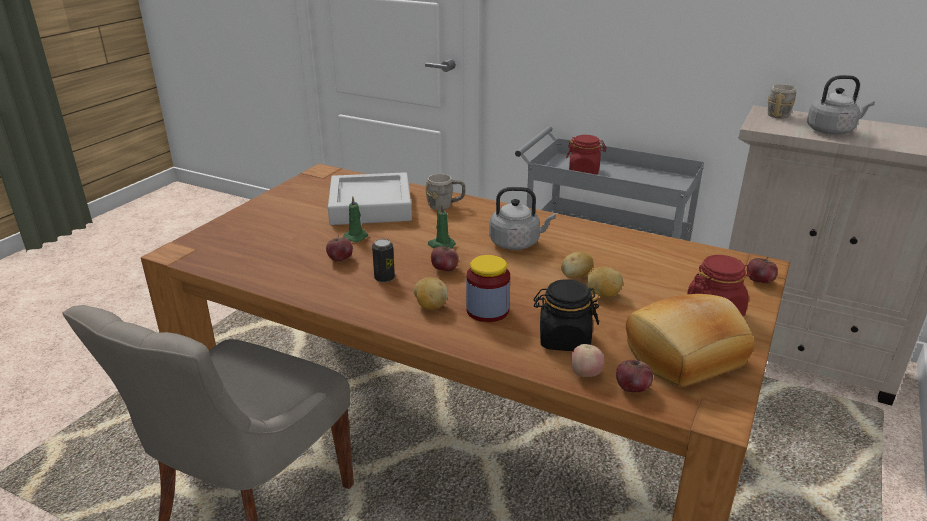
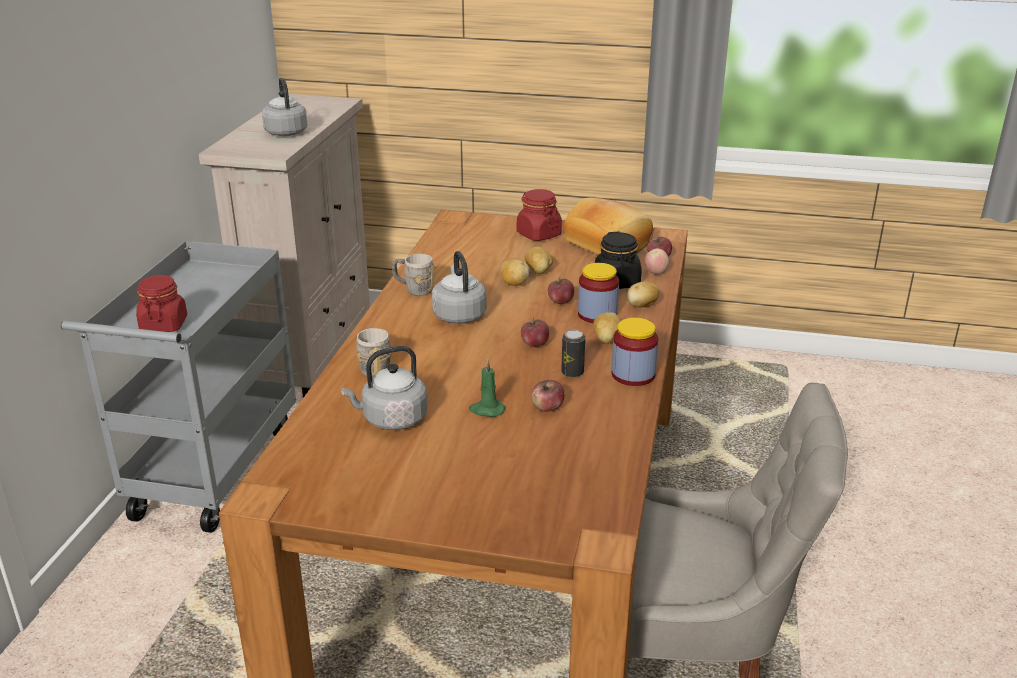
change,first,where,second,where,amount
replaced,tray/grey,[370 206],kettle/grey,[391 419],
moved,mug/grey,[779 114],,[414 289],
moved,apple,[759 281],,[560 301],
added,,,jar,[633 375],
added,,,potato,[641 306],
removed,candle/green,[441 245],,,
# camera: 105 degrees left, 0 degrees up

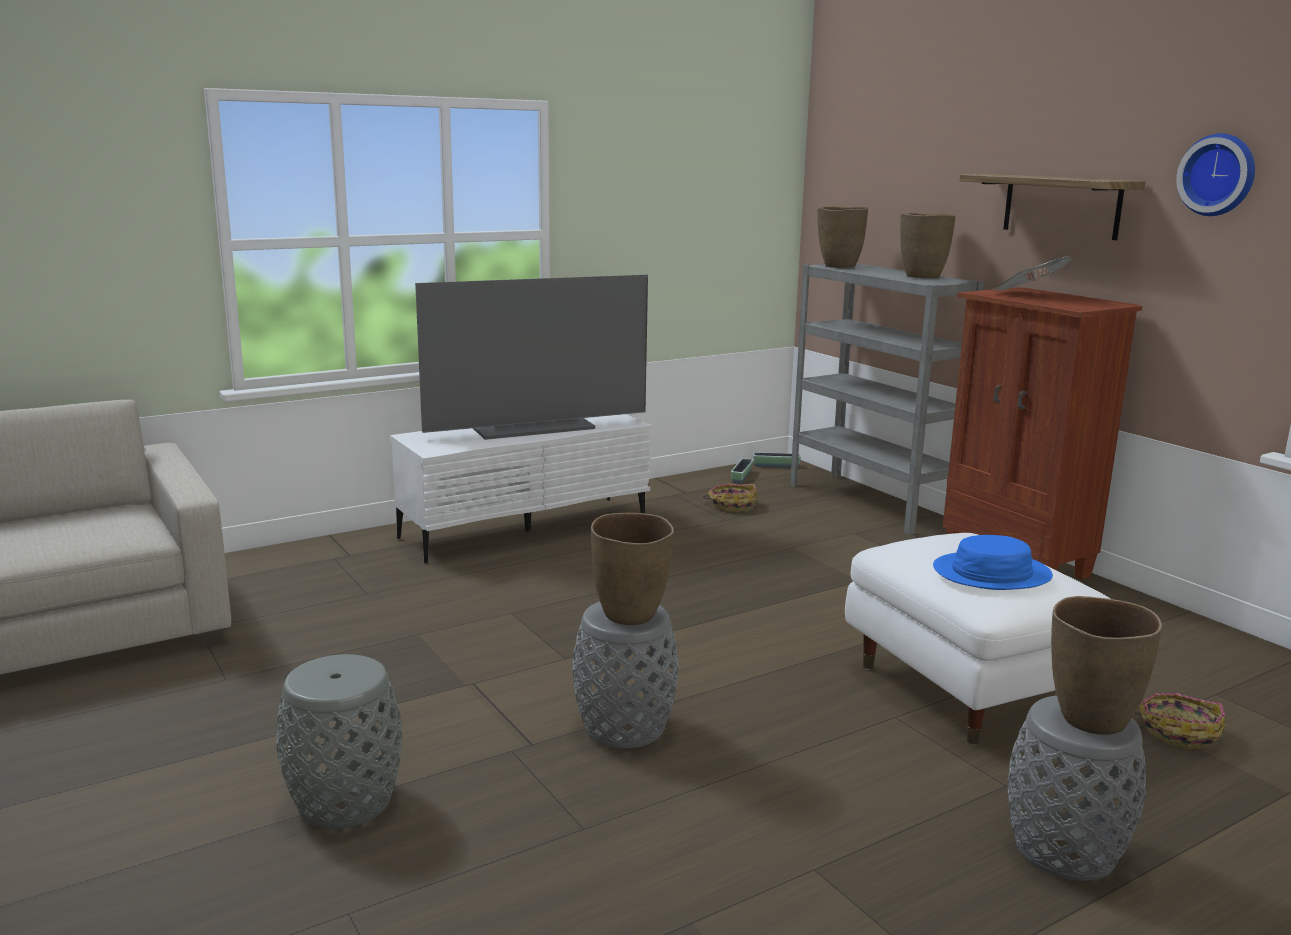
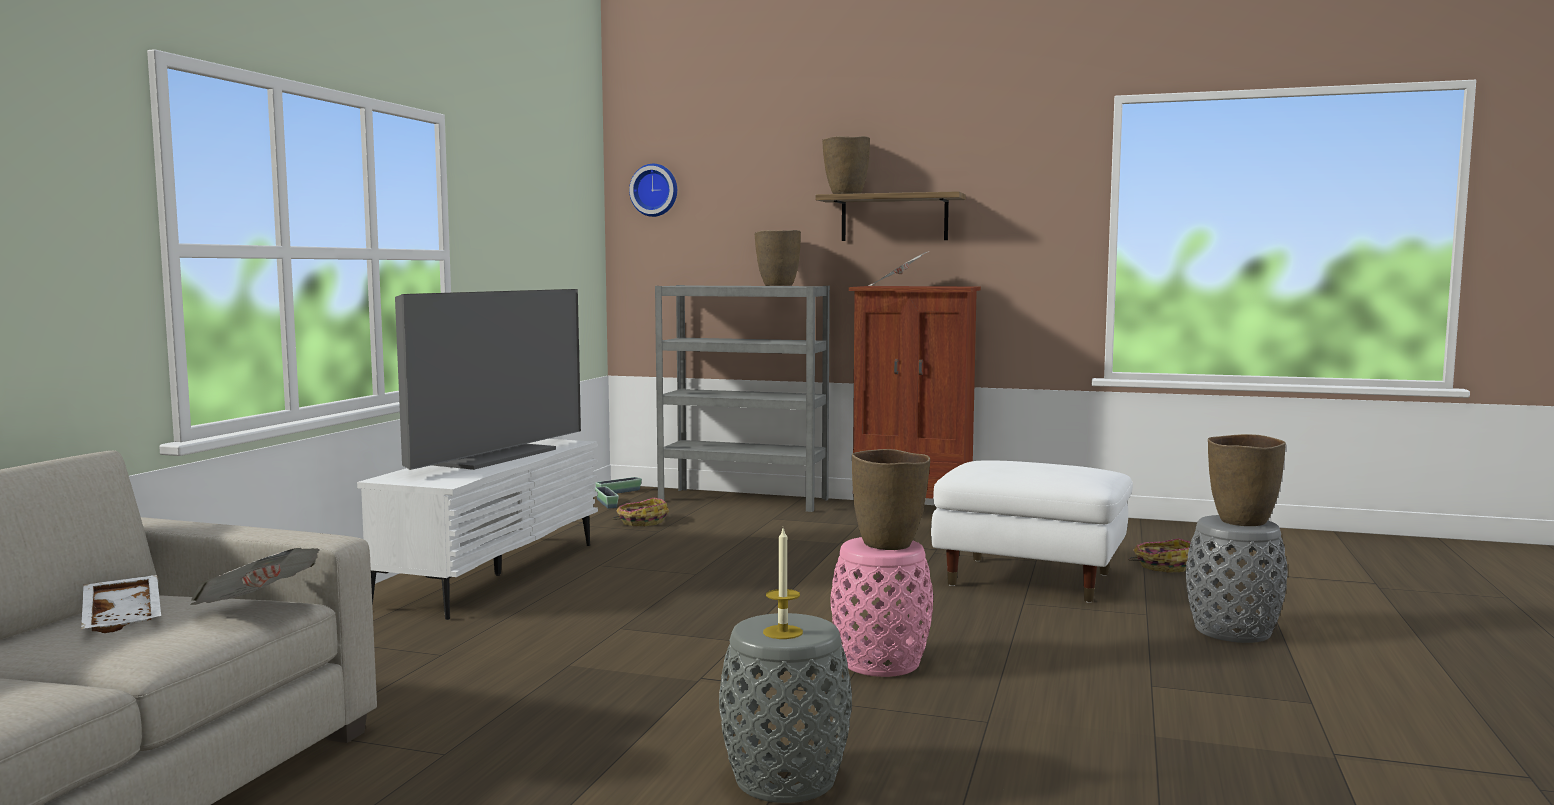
change,first,where,second,where,amount
added,,,tray/white,[125 616],
added,,,newspaper,[257 609],
moved,wall clock,[1219 175],,[655 190],
added,,,candle,[783 632],
moved,vase/brown,[839 266],,[846 194],
recoloured,stool/grey,[625 728],stool/pink,[881 663],
removed,hat/blue,[991 573],,,
# camera: 40 degrees left, 10 degrees down

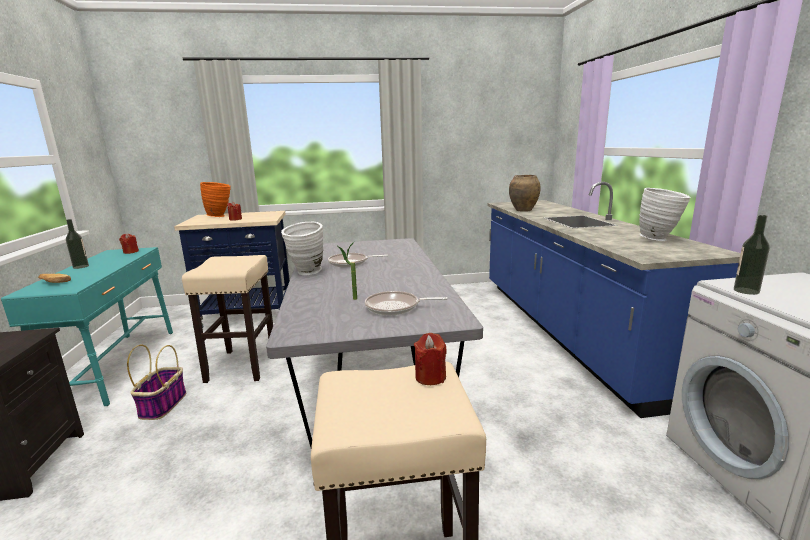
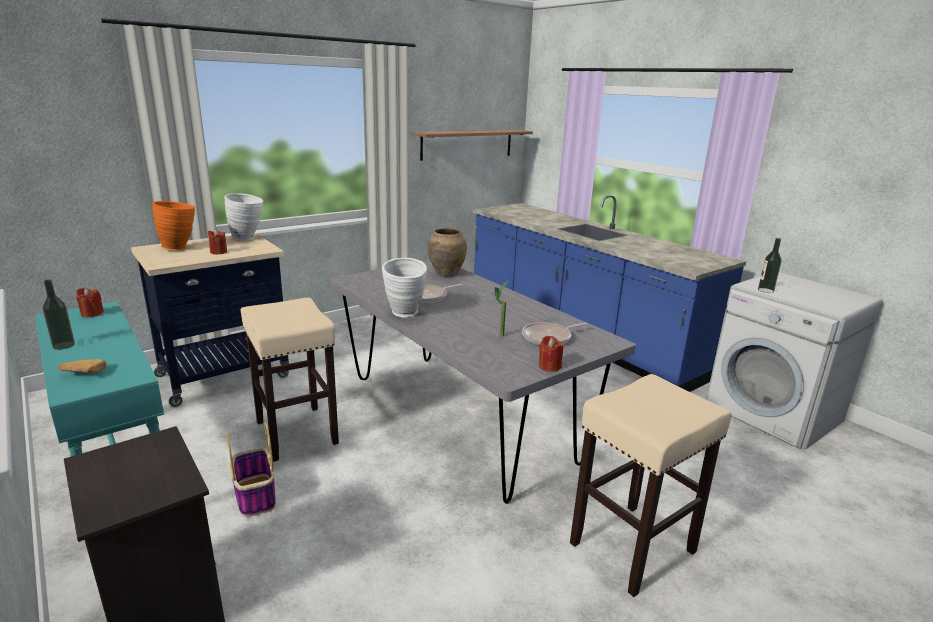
change,first,where,second,where,amount
moved,vase/white,[659 239],,[248 239],
added,,,shelf,[467 144],
moved,vase/brown,[523 210],,[447 274],
moved,candle/red,[430 377],,[549 366],
# camera: 30 degrees left, 5 degrees up

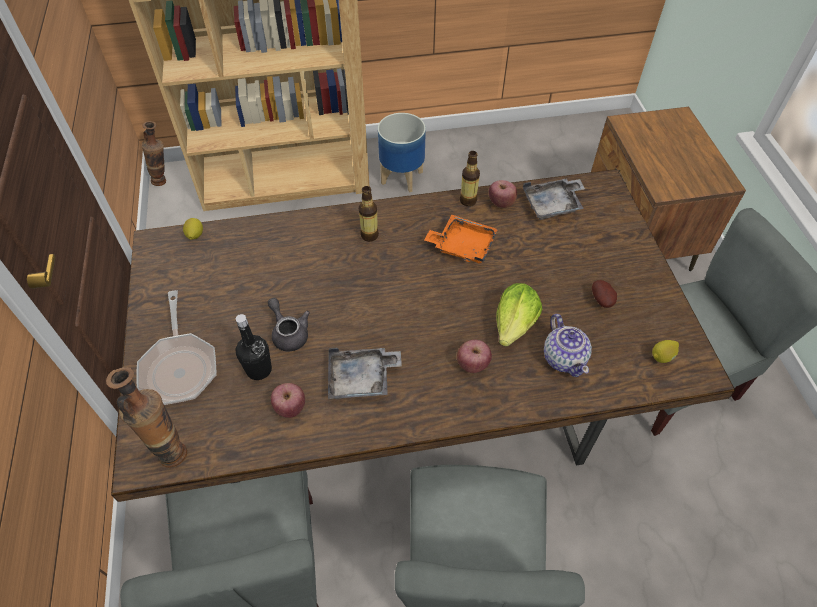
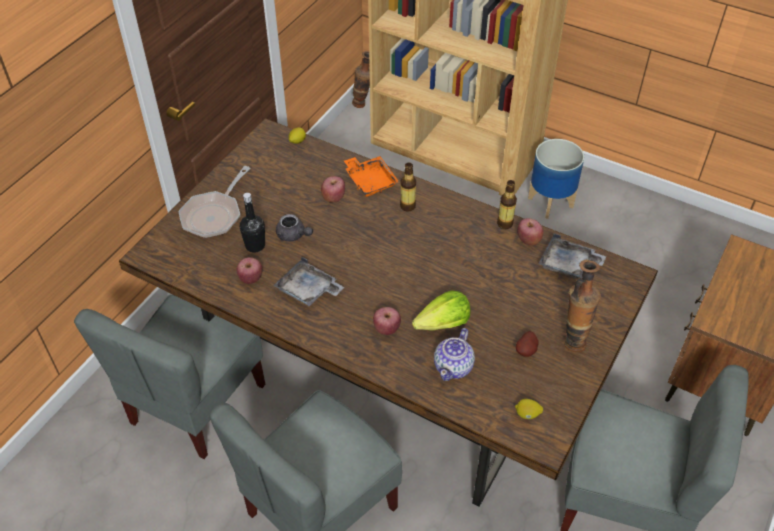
change,first,where,second,where,amount
turned,teapot/grey,[289 333],,[293 235],120 degrees clockwise
added,,,apple,[333 197],
moved,tray/orange,[462 245],,[370 181],
moved,vase,[169 449],,[573 339],
# camera: 40 degrees right, 5 degrees down

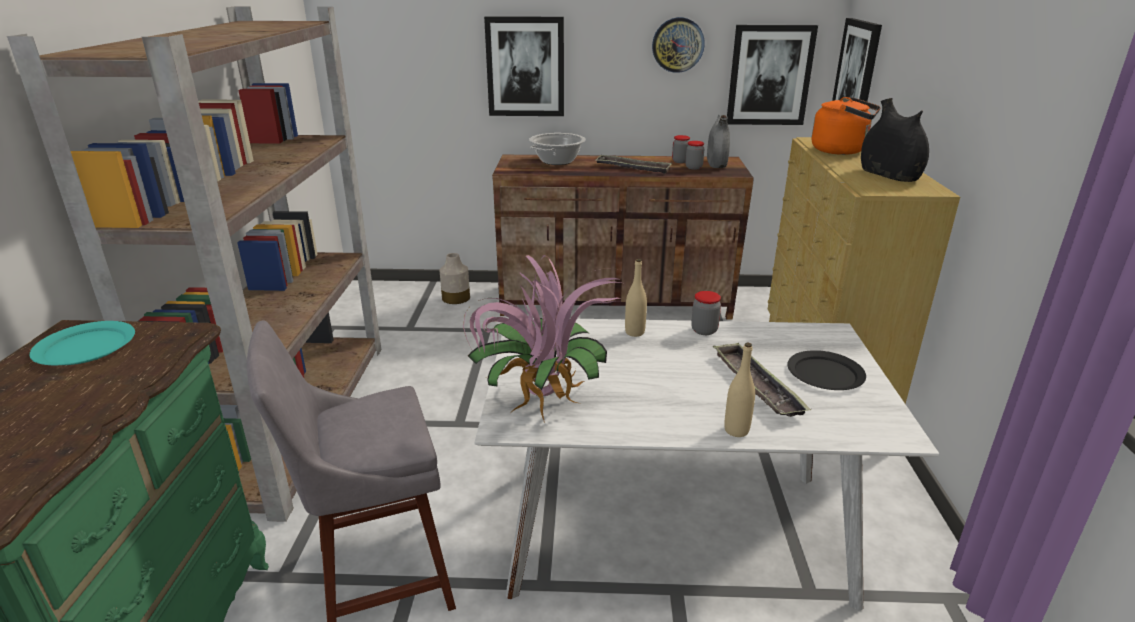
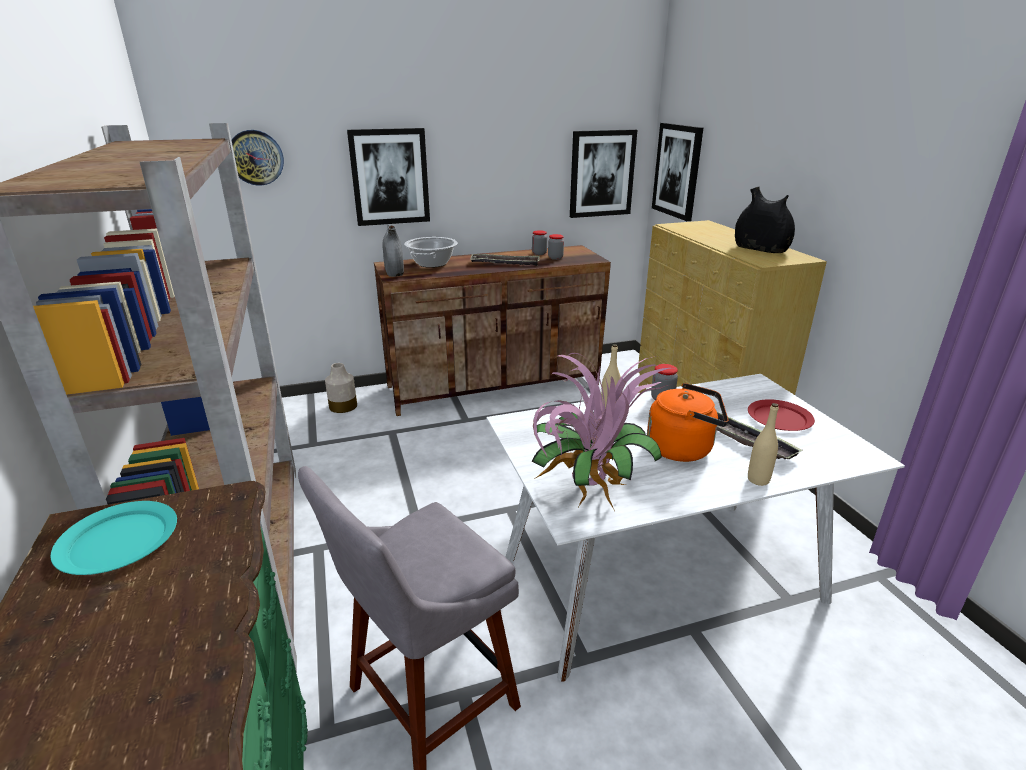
change,first,where,second,where,amount
moved,wall clock,[678 45],,[256 157],
moved,vase/grey,[716 164],,[394 272],
moved,kettle/orange,[841 151],,[683 448],
recoloured,plate/black,[825 373],plate/red,[779 418],
# camera: 20 degrees left, 0 degrees up

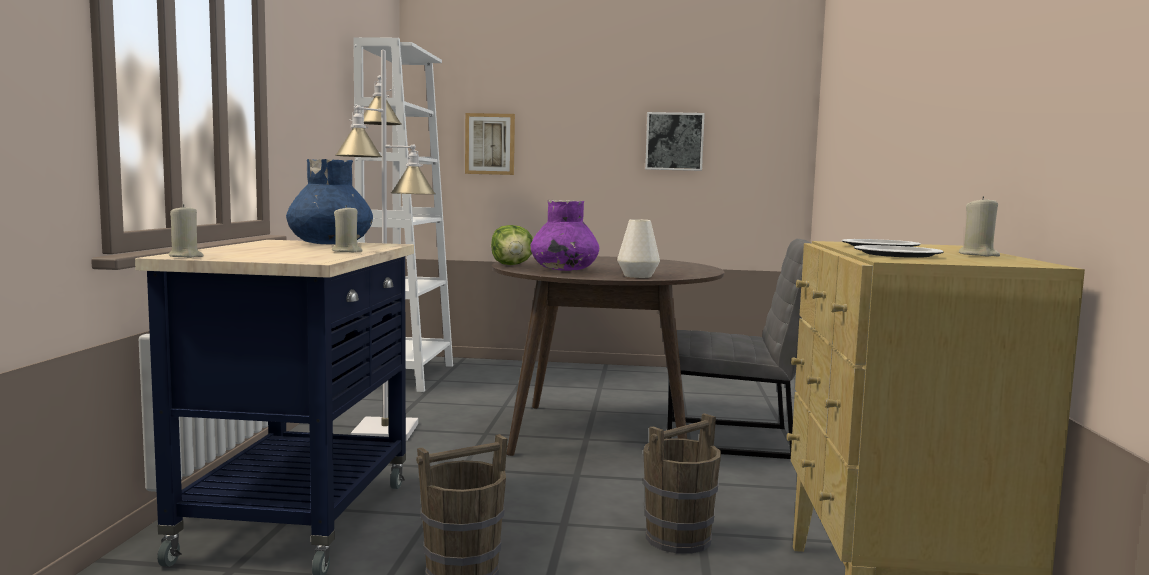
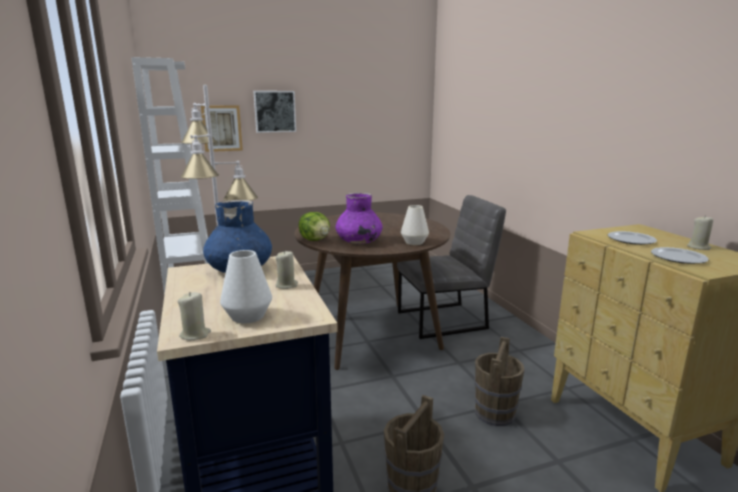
change,first,where,second,where,amount
added,,,vase/white,[247 316],
moved,picture,[674 141],,[274 111],
# camera: 25 degrees left, 10 degrees up

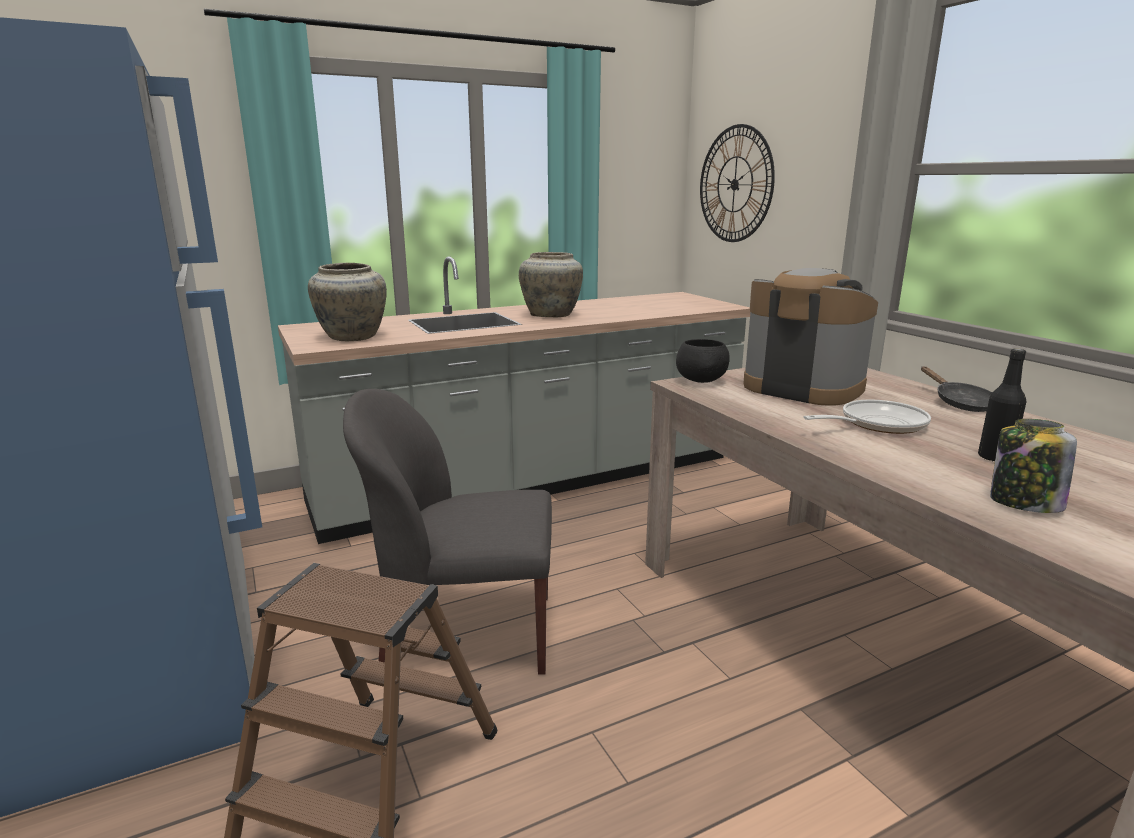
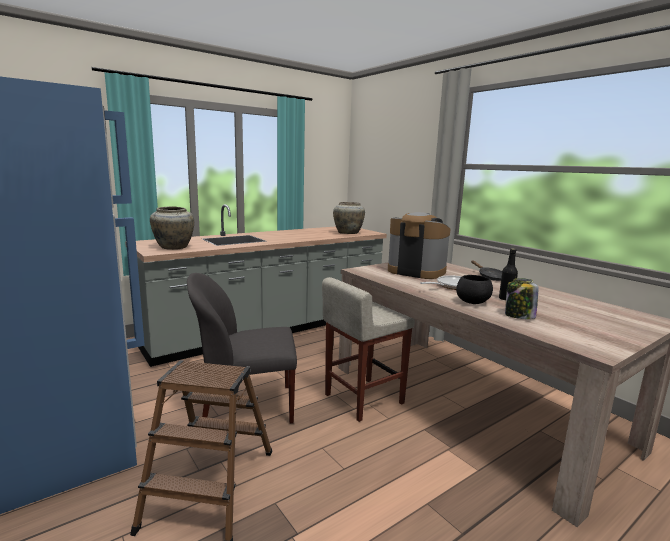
change,first,where,second,where,amount
added,,,stool/beige,[363 399],
moved,vase/beige,[552 315],,[348 233],
moved,bowl/black,[701 381],,[473 303],
removed,wall clock,[735 184],,,
# camera: 10 degrees left, 5 degrees down

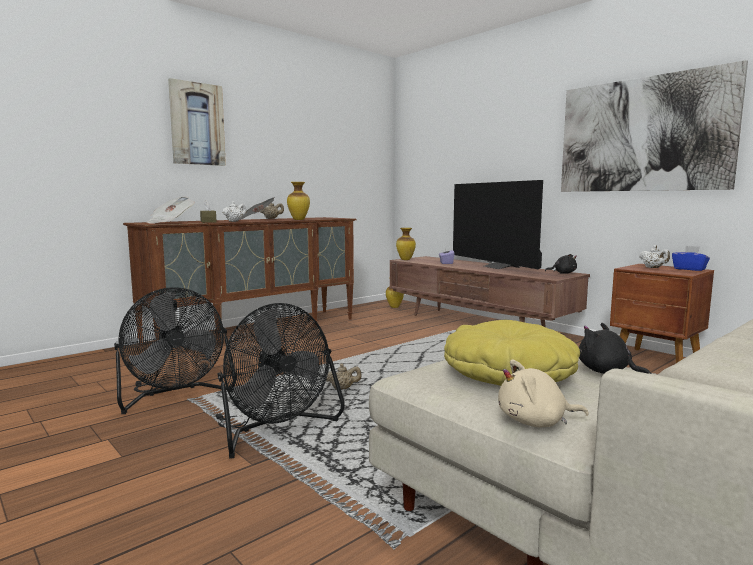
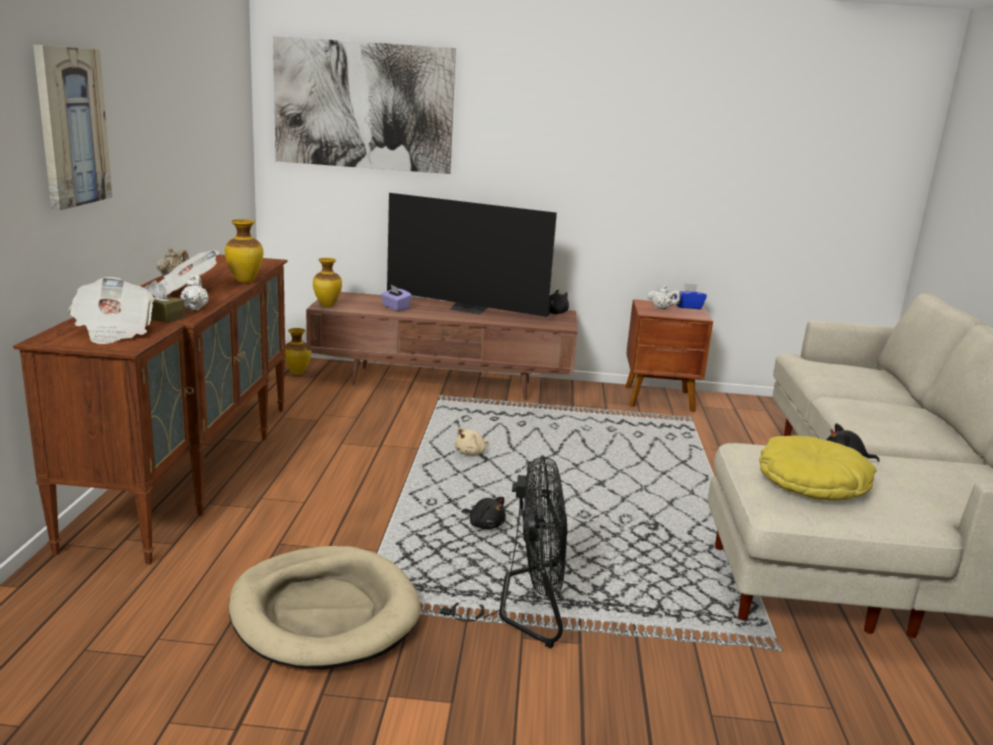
change,first,where,second,where,amount
replaced,fan/black,[171 396],dog bed/beige,[324 612],
moved,picture,[643 135],,[364 106],
moved,plush toy/beige,[535 422],,[471 453],
replaced,teapot/beige,[342 388],plush toy/black,[485 525],
# camera: 45 degrees left, 10 degrees up

